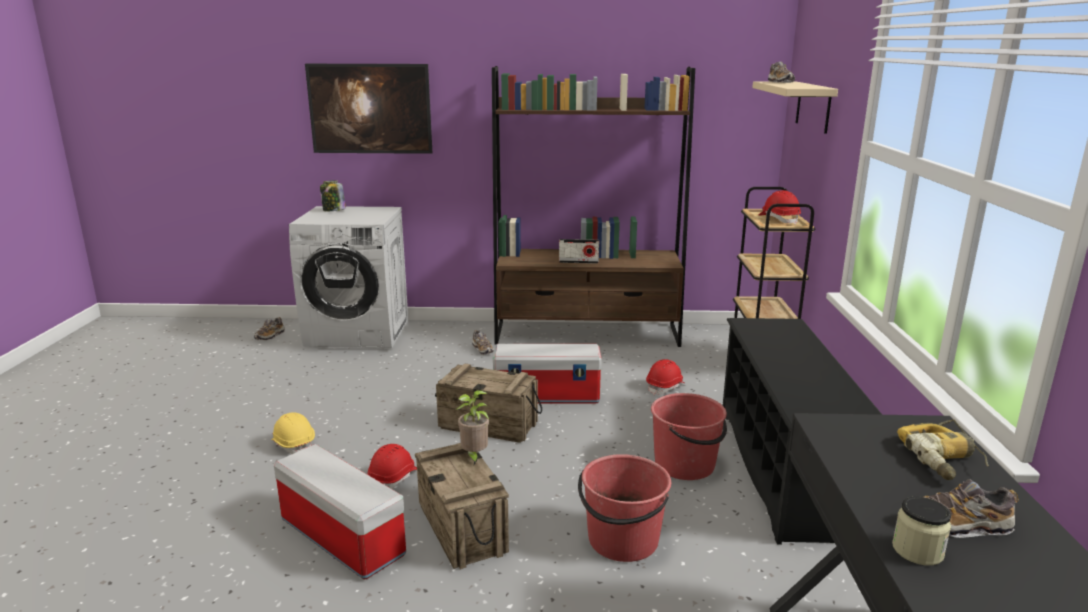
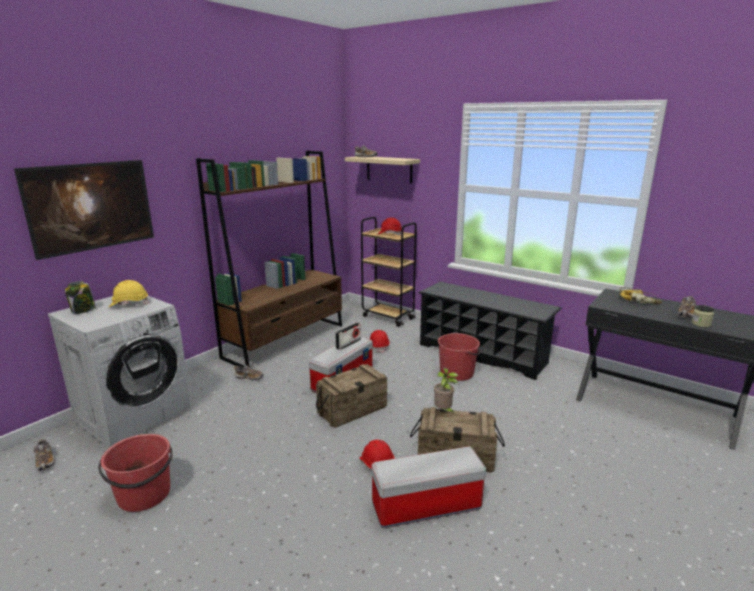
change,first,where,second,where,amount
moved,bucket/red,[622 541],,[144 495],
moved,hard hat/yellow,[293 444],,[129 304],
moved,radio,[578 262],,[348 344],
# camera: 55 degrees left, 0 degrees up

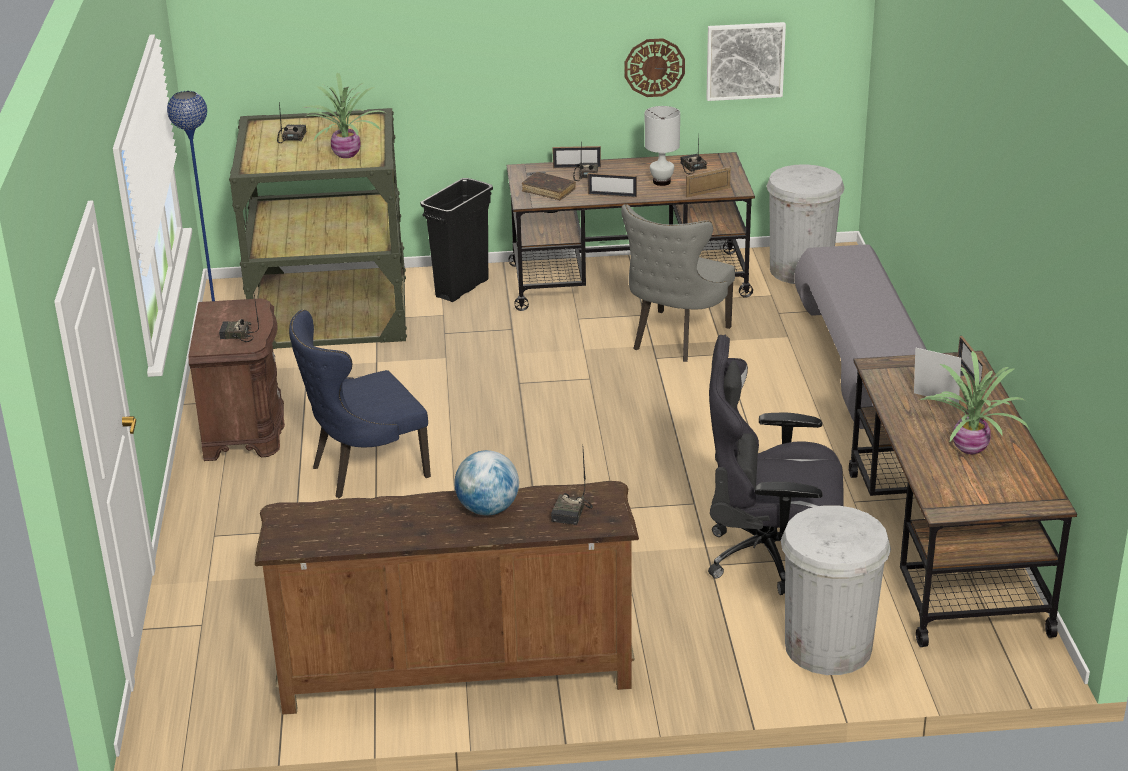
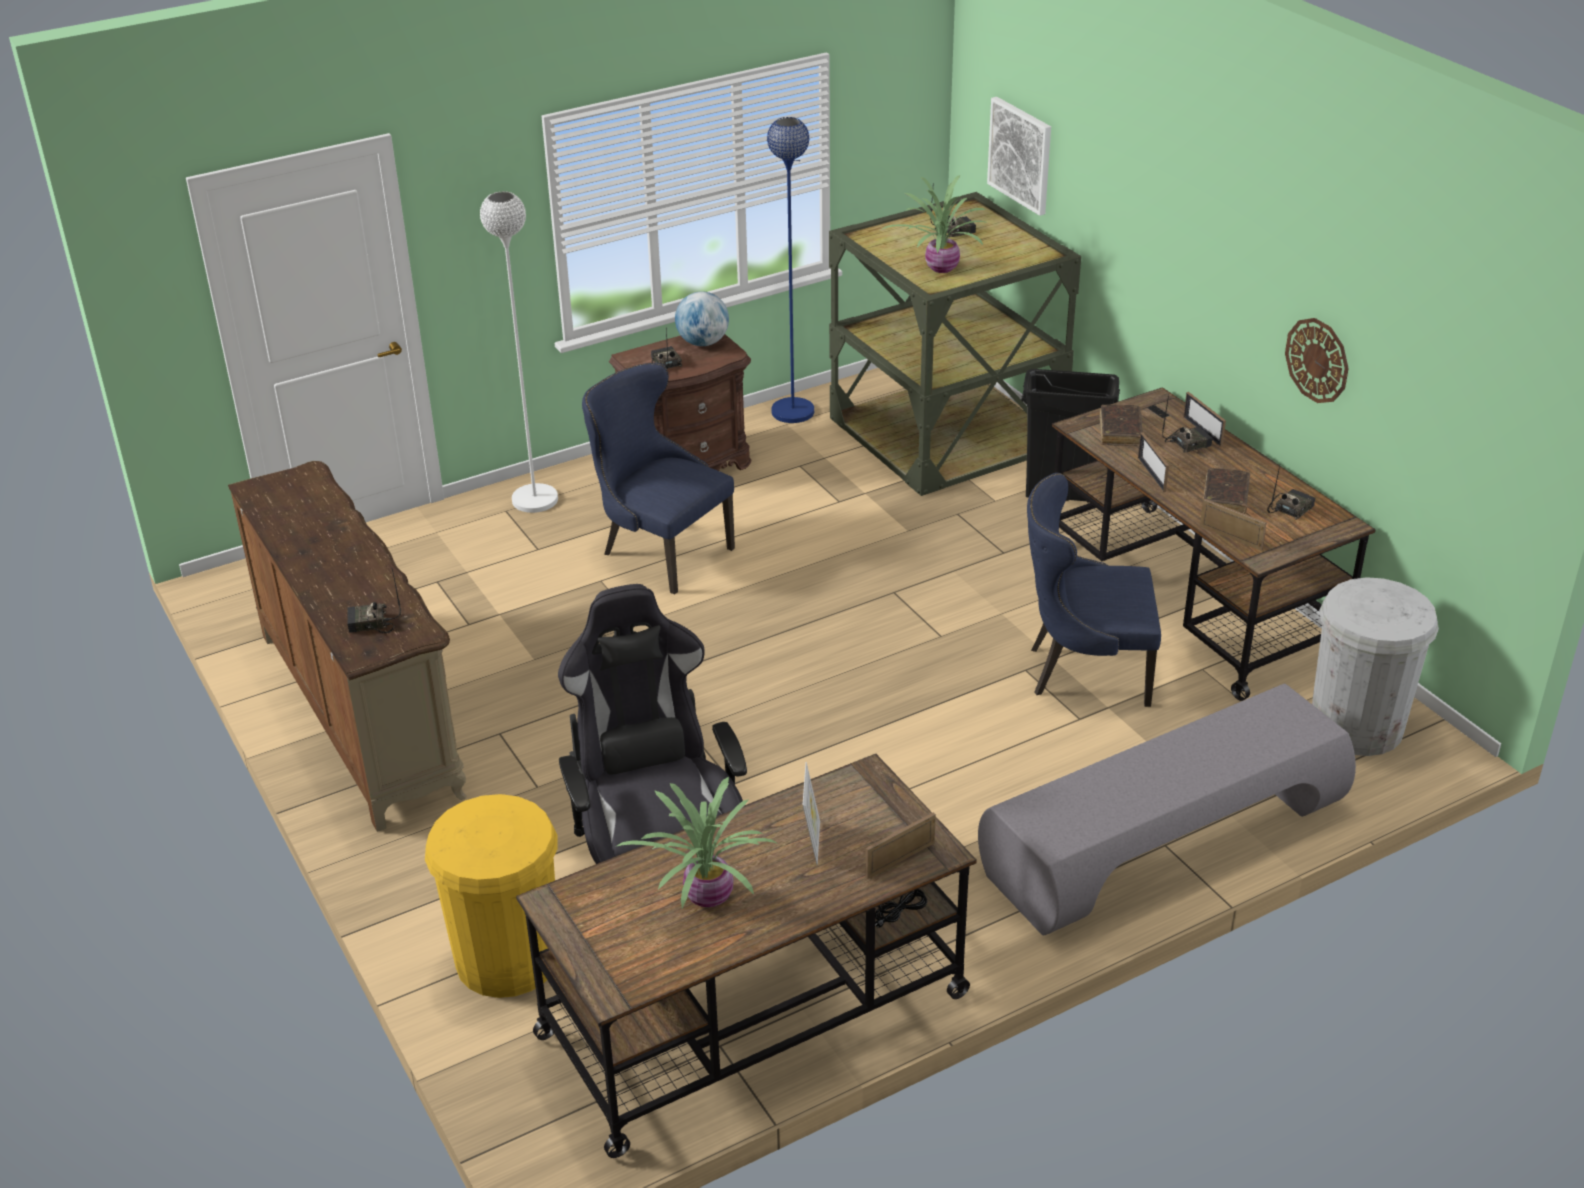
change,first,where,second,where,amount
recoloured,trash can/white,[828 647],trash can/yellow,[507 958],
added,,,floor lamp/white,[535 499],
moved,globe,[488 509],,[703 343],
moved,picture,[745 60],,[1020 155],
recoloured,chair/grey,[676 338],chair/blue,[1084 672],
replaced,table lamp/white,[661 181],book/brown,[1225 498],
# camera: 65 degrees right, 5 degrees up

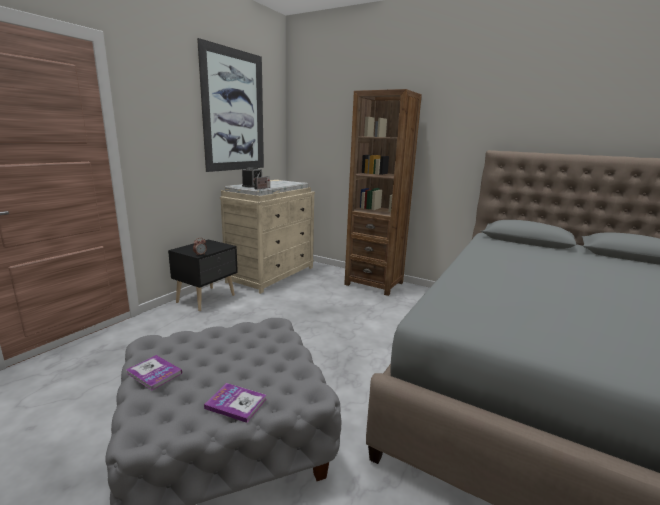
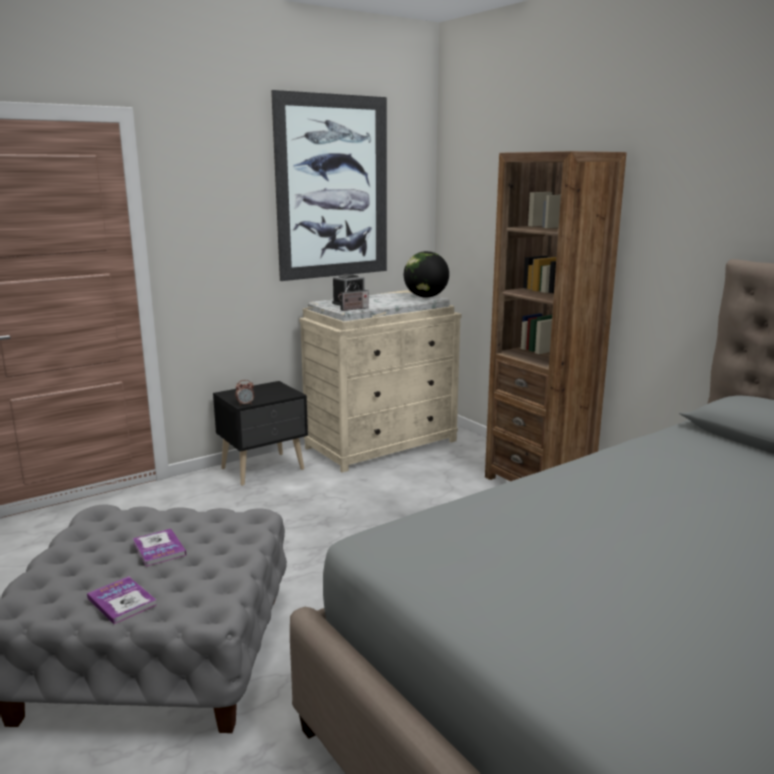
change,first,where,second,where,amount
moved,book,[154 373],,[159 549],
added,,,globe,[426 297],
# camera: 25 degrees right, 0 degrees up

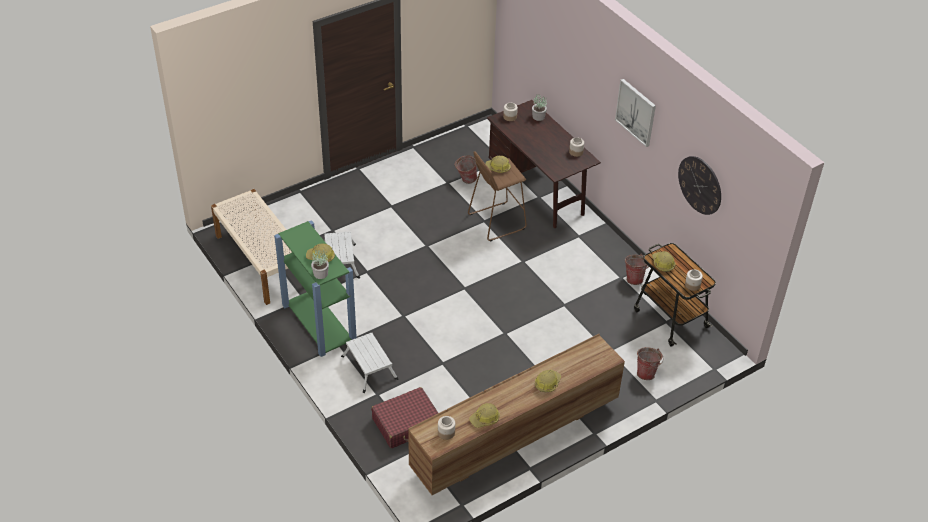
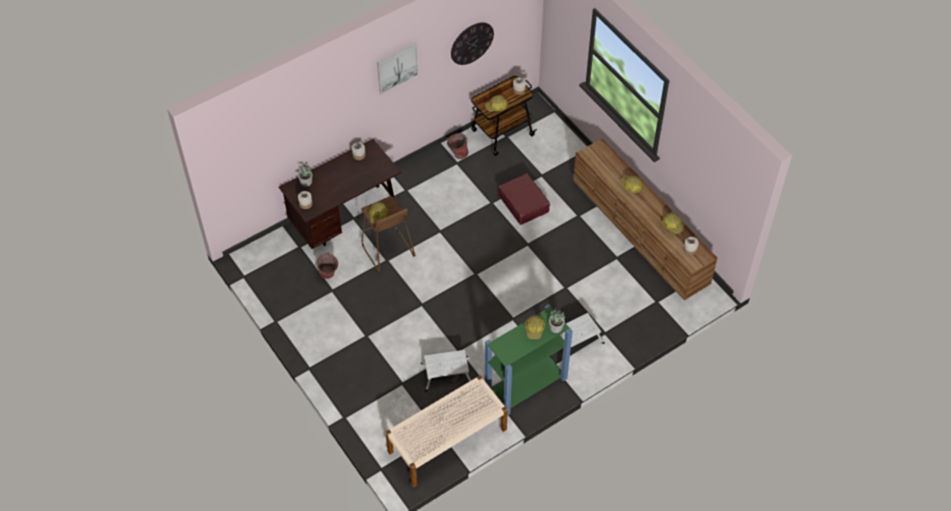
change,first,where,second,where,amount
moved,suitcase/red,[406 424],,[523 203],
removed,bucket,[647 372],,,
# camera: 90 degrees left, 10 degrees up

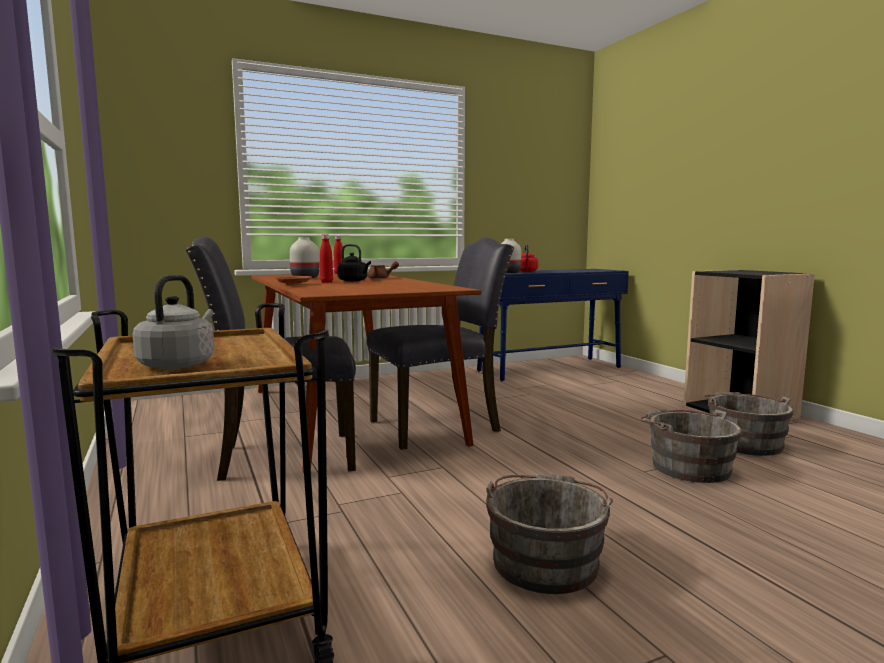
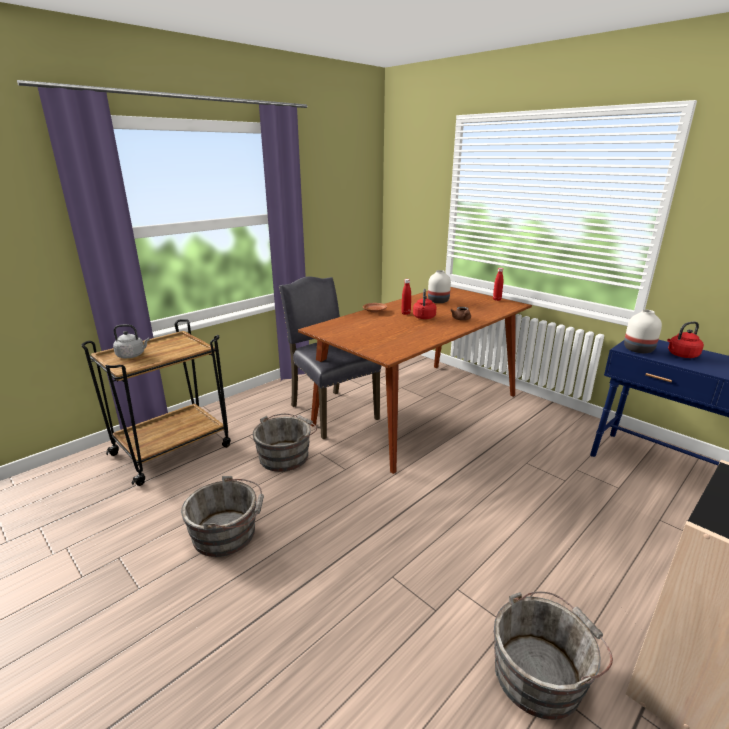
change,first,where,second,where,amount
moved,bucket/grey,[686 466],,[286 455],
recoloured,kettle/black,[354 281],kettle/red,[424 318],
removed,chair/grey,[438 426],,,
# camera: 70 degrees right, 15 degrees up

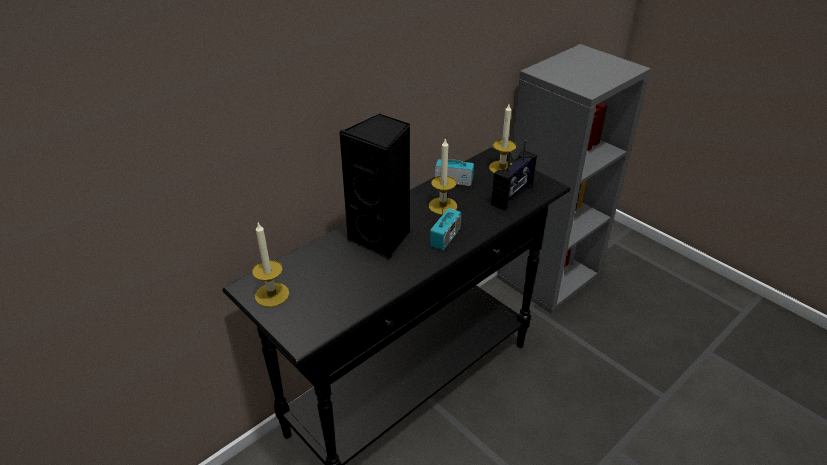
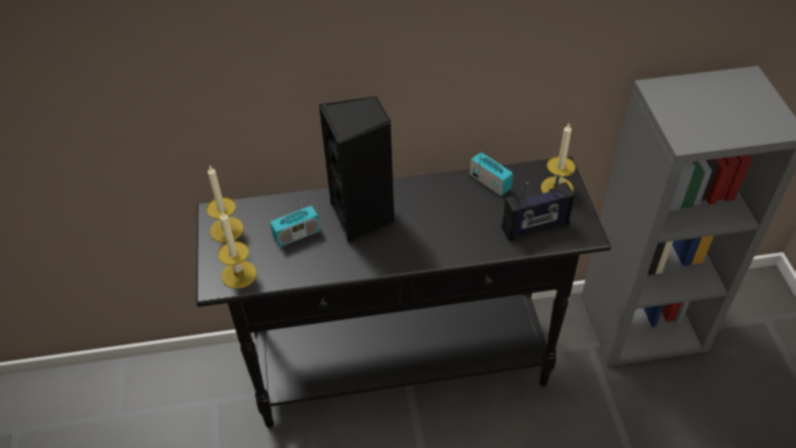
change,first,where,second,where,amount
moved,candle,[442 206],,[239 274],
moved,radio,[445 238],,[297 234],
# camera: 35 degrees right, 10 degrees up

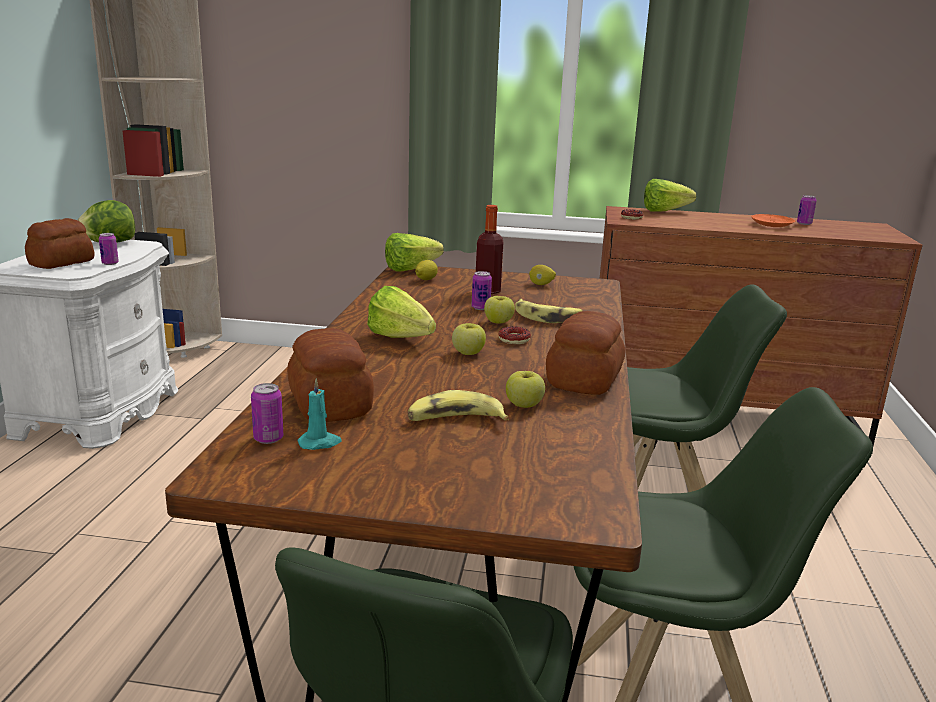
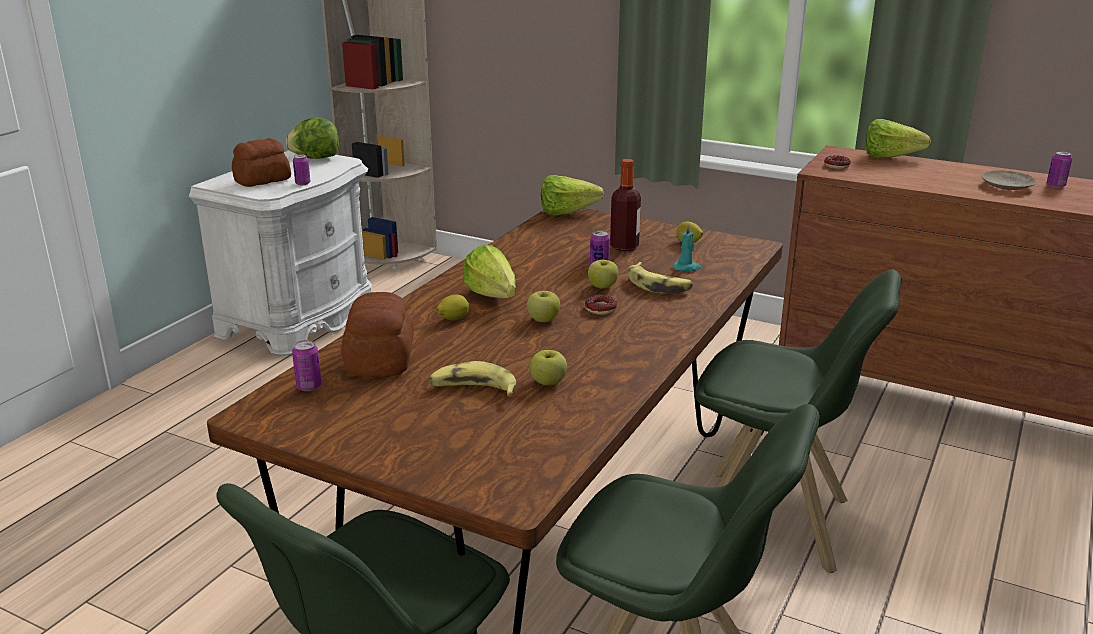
change,first,where,second,where,amount
moved,lemon,[425 280],,[453 319],
moved,candle/turquoise,[320 443],,[687 268],
recoloured,plate/orange,[772 225],plate/beige,[1007 186],
removed,bread,[585 379],,,
# camera: 20 degrees right, 5 degrees up

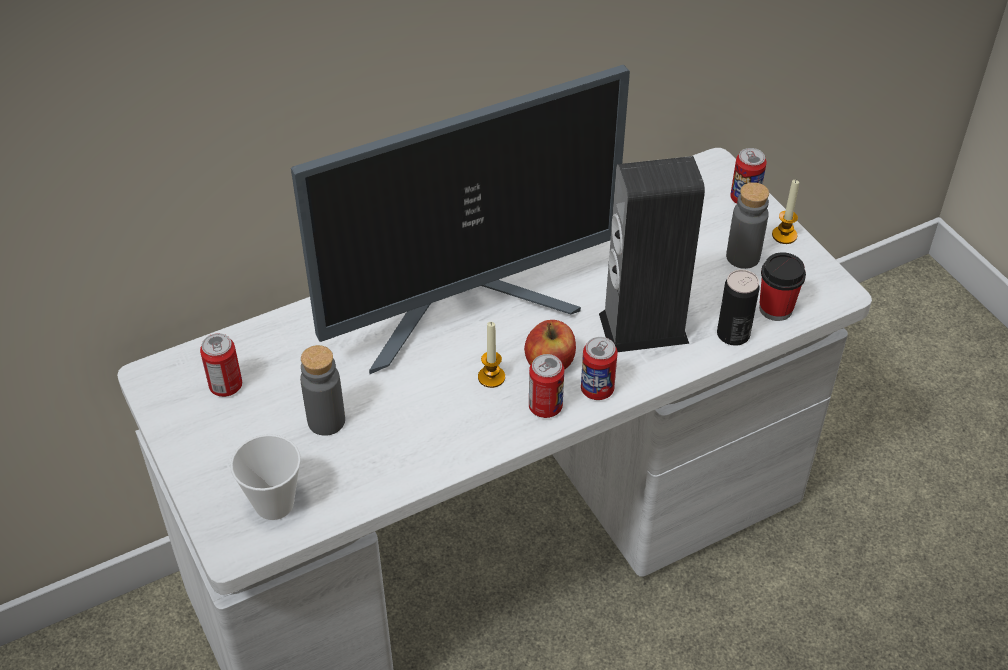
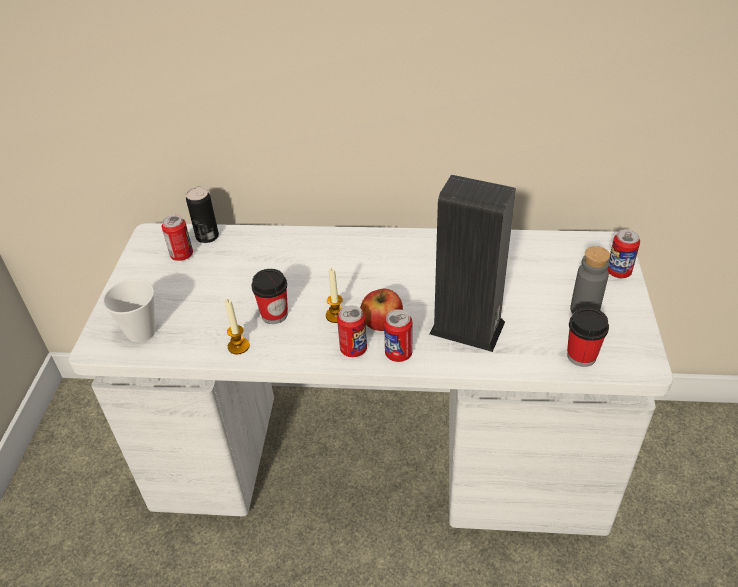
change,first,where,second,where,amount
moved,can,[733 334],,[207 237],
moved,candle,[784 235],,[238 346],
added,,,cup,[274 314],
removed,monitor,[466 309],,,
removed,bottle/grey,[326 421],,,
# camera: 35 degrees right, 5 degrees down

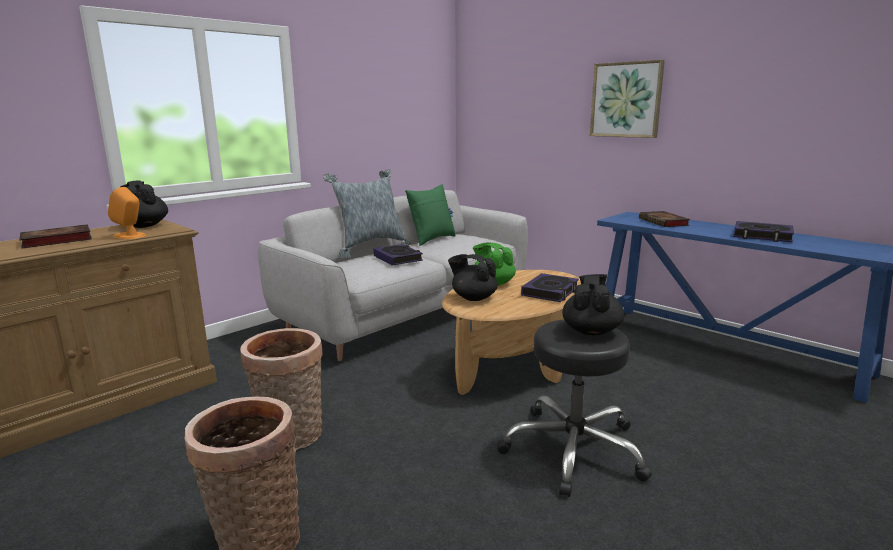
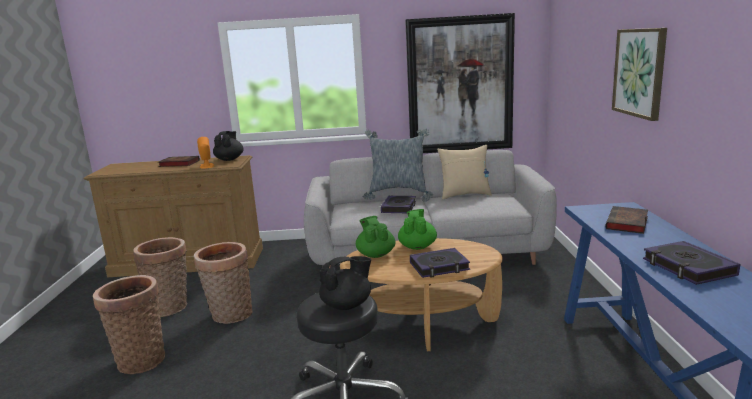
change,first,where,second,where,amount
added,,,basket,[170 307],
recoloured,teapot/black,[473 298],teapot/green,[375 254],
added,,,picture,[460 85],
recoloured,pillow/green,[432 240],pillow/beige,[464 195],
# camera: 45 degrees right, 0 degrees up

